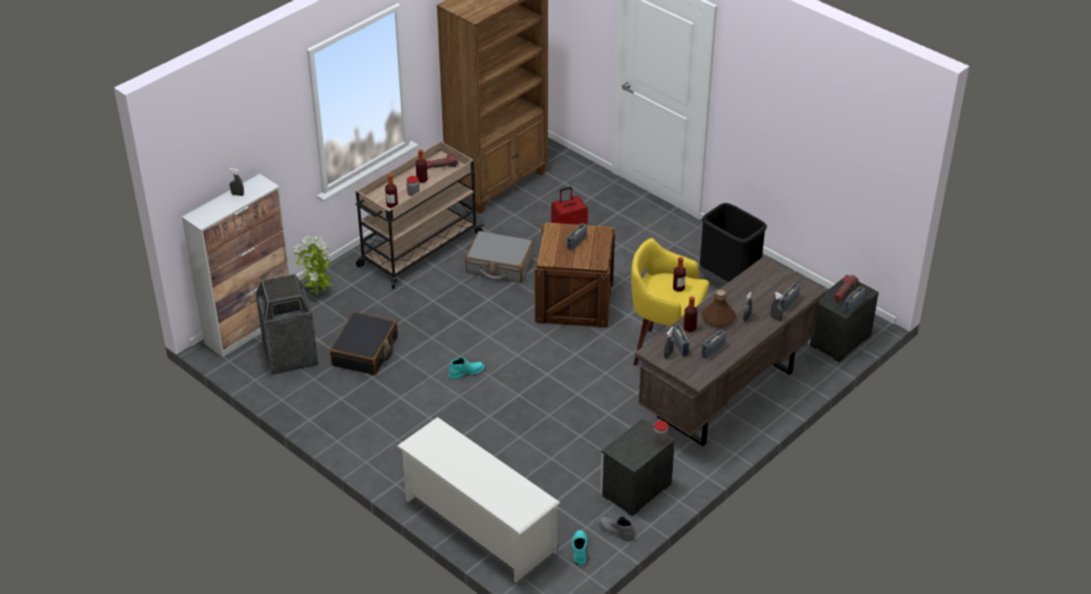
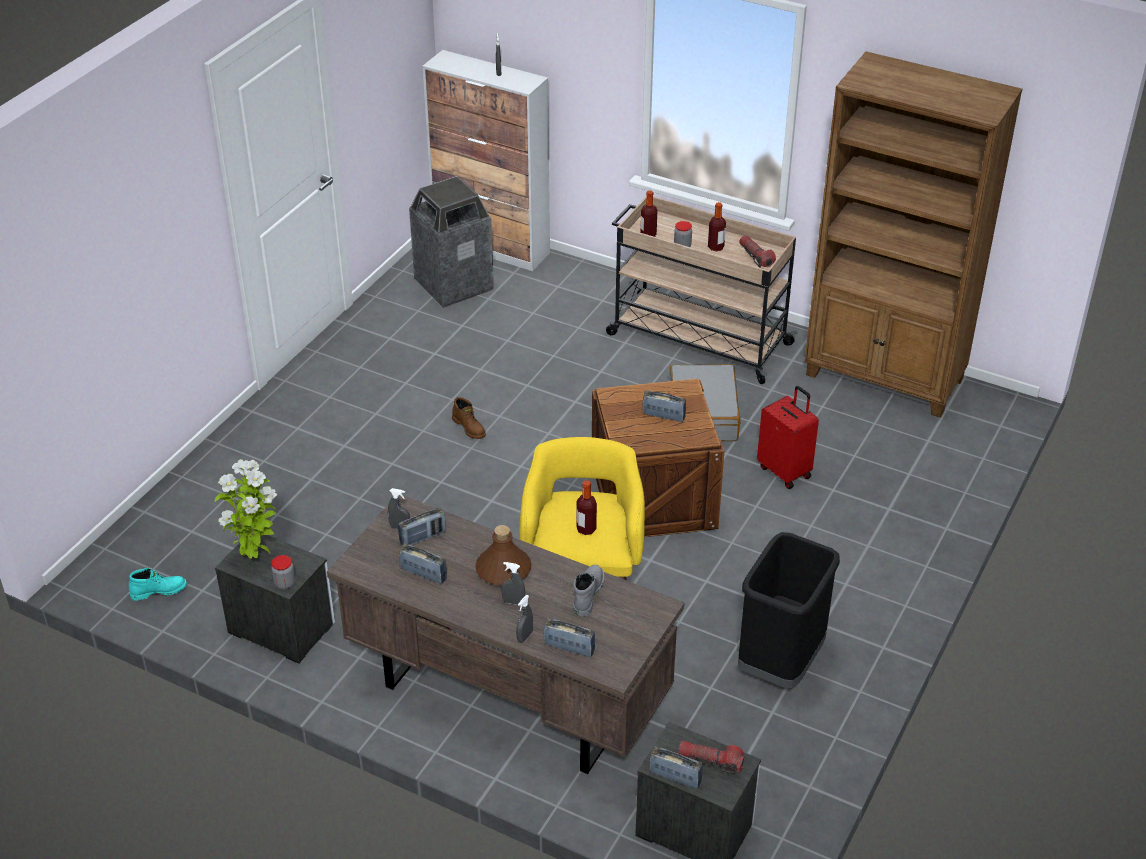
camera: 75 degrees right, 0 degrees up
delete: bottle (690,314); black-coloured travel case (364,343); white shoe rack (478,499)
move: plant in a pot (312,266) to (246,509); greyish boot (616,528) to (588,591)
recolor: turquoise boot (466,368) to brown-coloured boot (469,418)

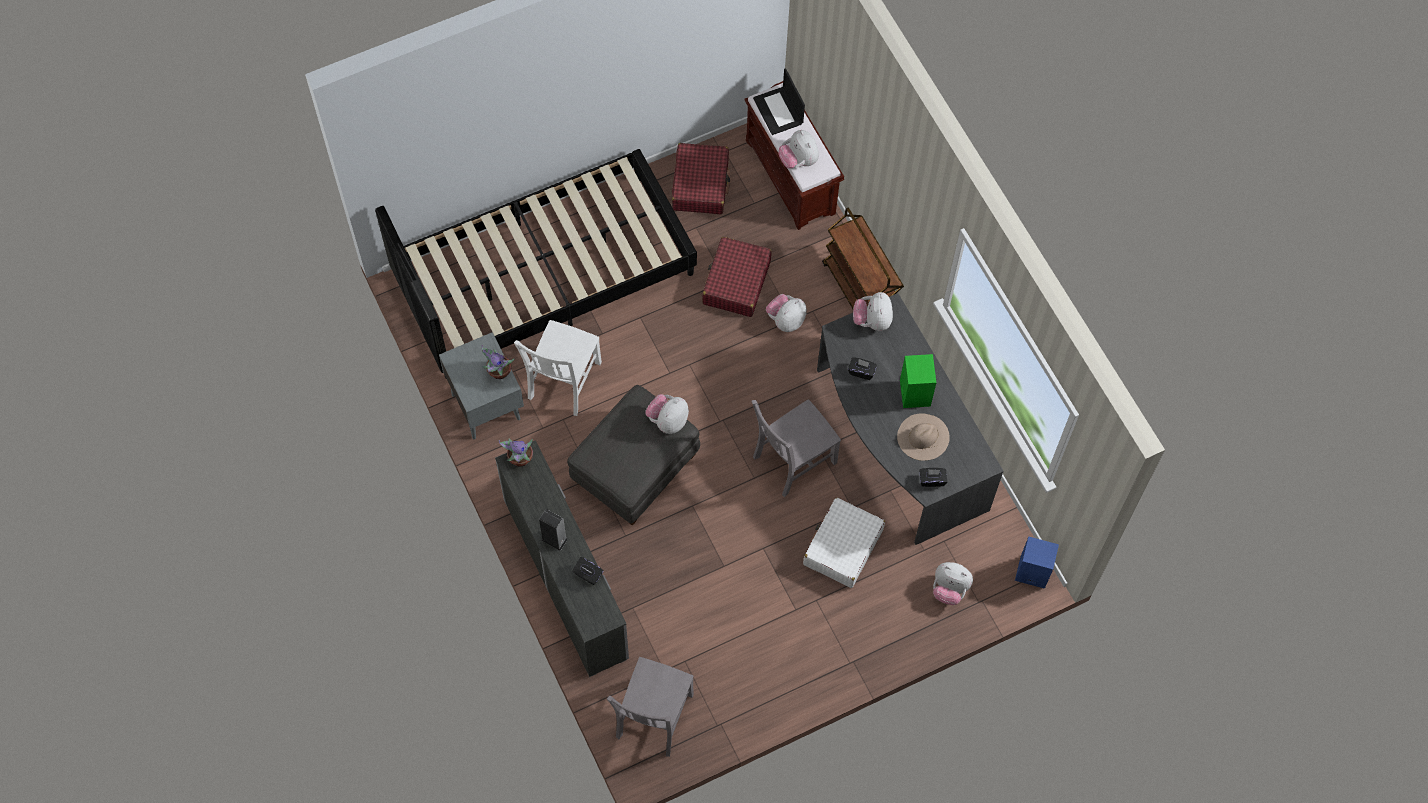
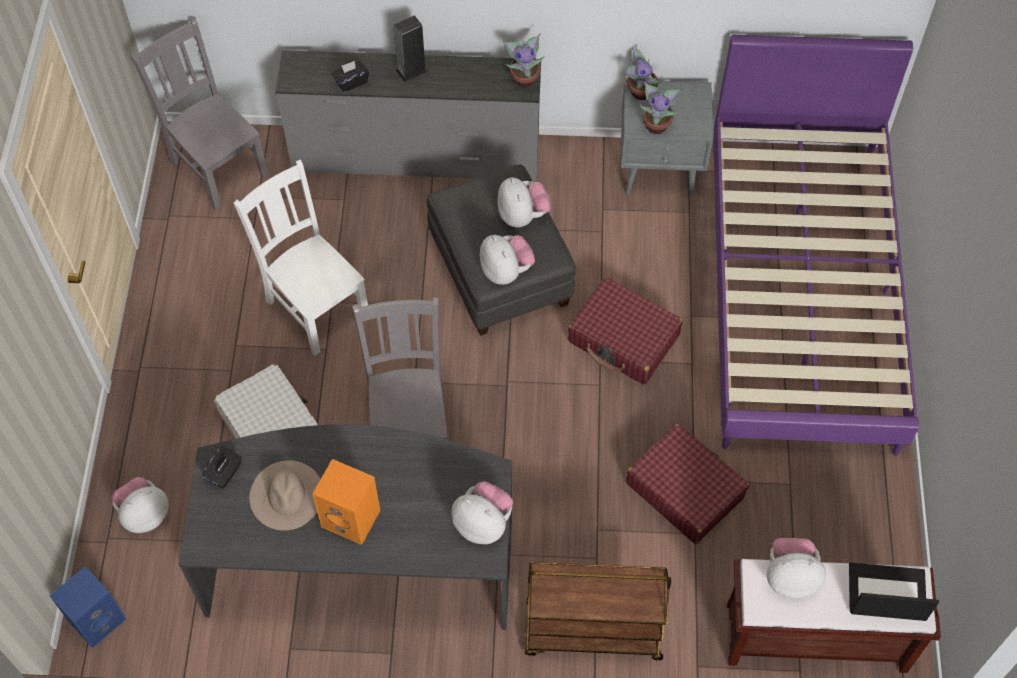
camera: 120 degrees right, 5 degrees down
delete: black-coloured box of tissues (862,368)
insert: plant in a pot (643,72)
move: red travel case (701,178) to (625,331); soft toy (786,313) to (524,202); white chair (558,368) to (301,258)
recolor: black-coloured bed (536,263) to purple-coloured bed (816,245); green speaker (918,381) to orangey speaker (346,502)

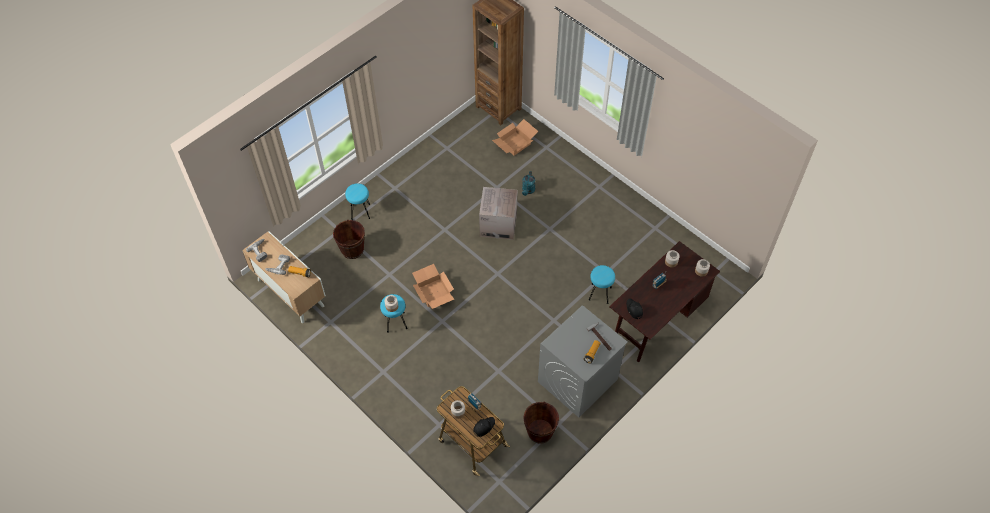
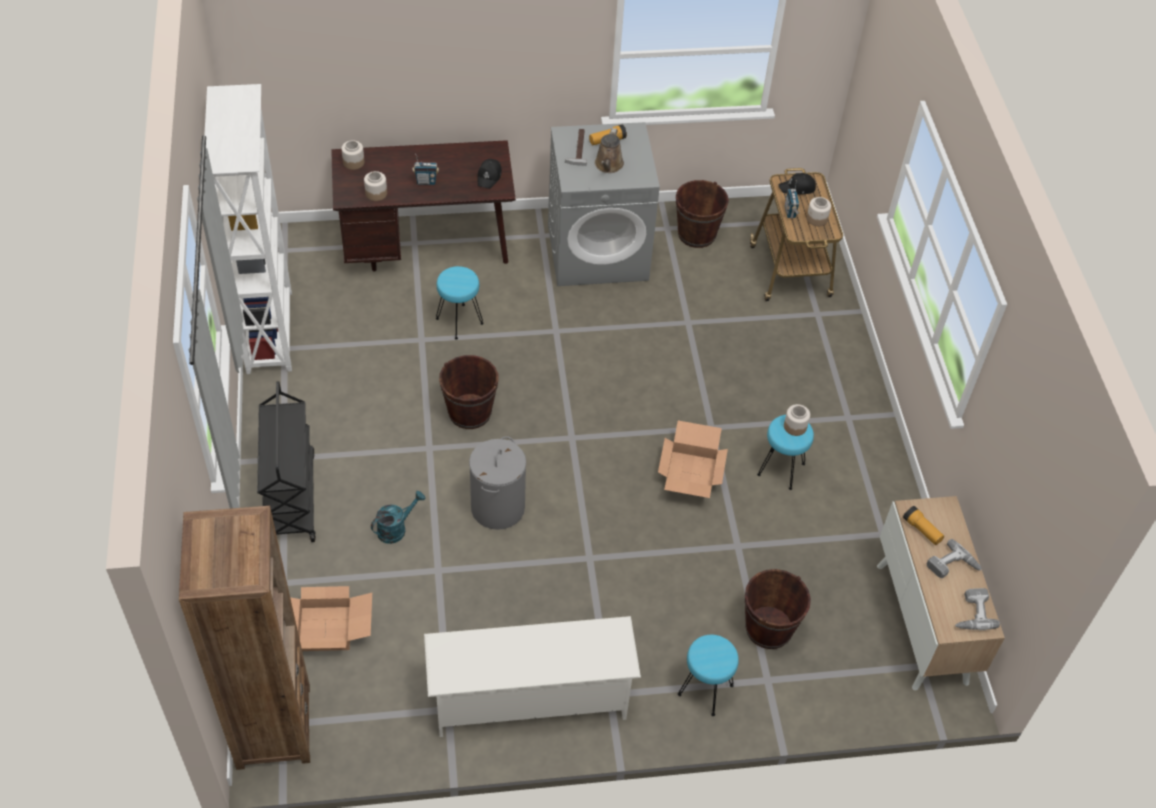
camera: 145 degrees left, 5 degrees down
insert: white bookcase (248,229); brown-coloured watering can (609,150); brown-coloured water bucket (468,392); black-coloured wheeled cart (286,461); white shoe rack (532,676)
replace: packing box (498,213) to greyish washing basket (497,483)

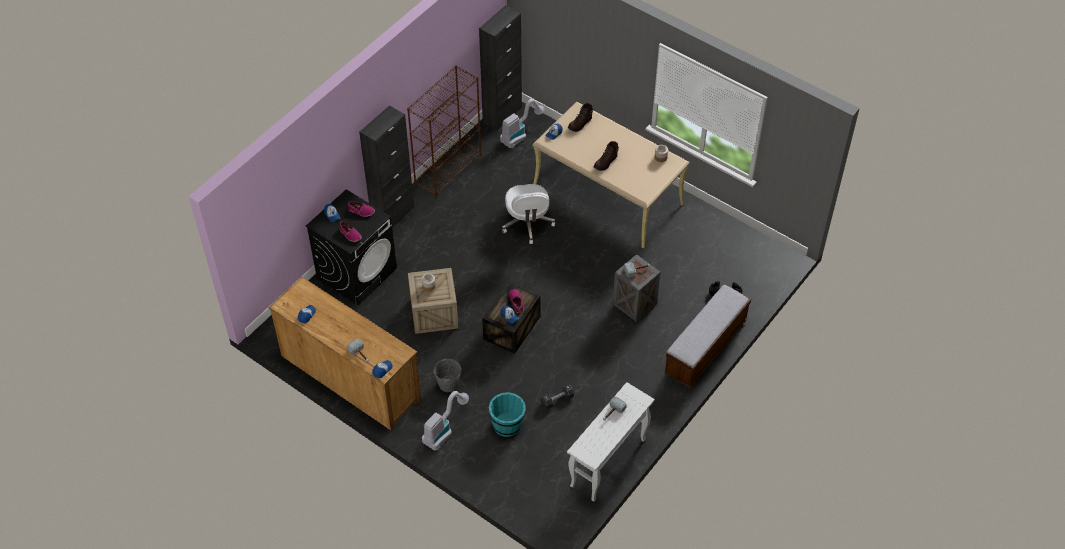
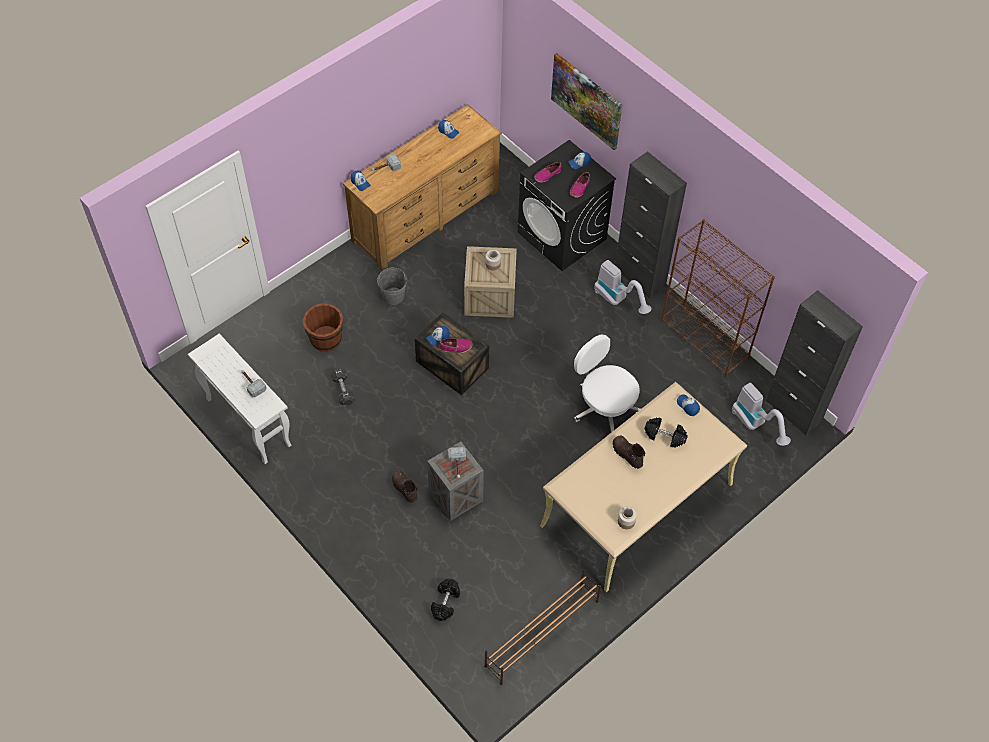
camera: 100 degrees right, 5 degrees up
delete: indoor bench (707,336)
insert: picture (586,101); black-coloured hand weight (666,433); brown-coloured shoe rack (542,627)
move: brown-coloured boot (581,117) to (405,486); vacuum cleaner (445,420) to (623,287)
recolor: turquoise water bucket (507,414) to brown-coloured water bucket (323,327)
rotate: white office chair (528,214) = (607,383) 45 degrees clockwise

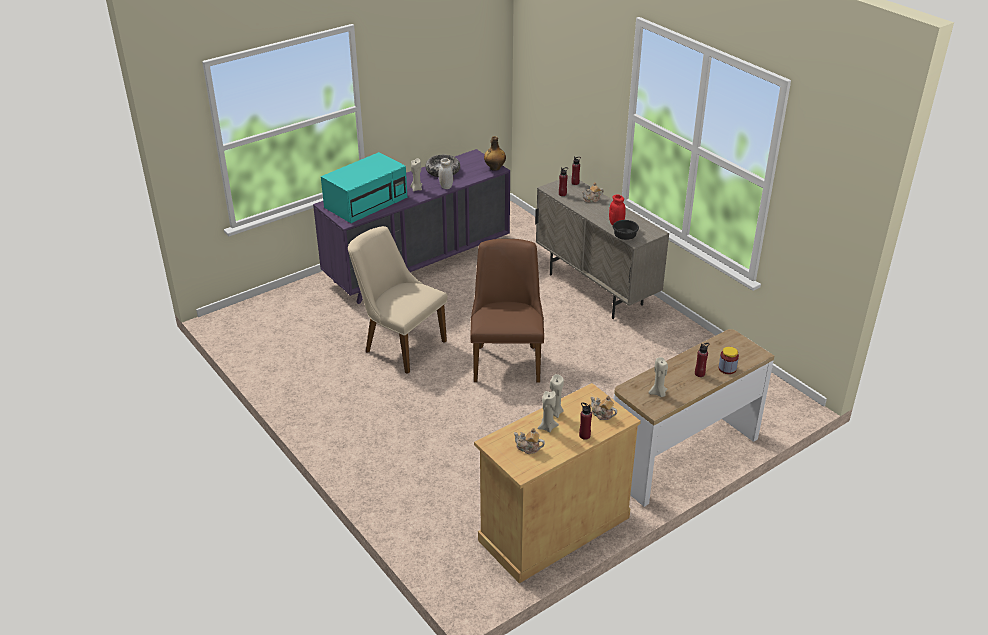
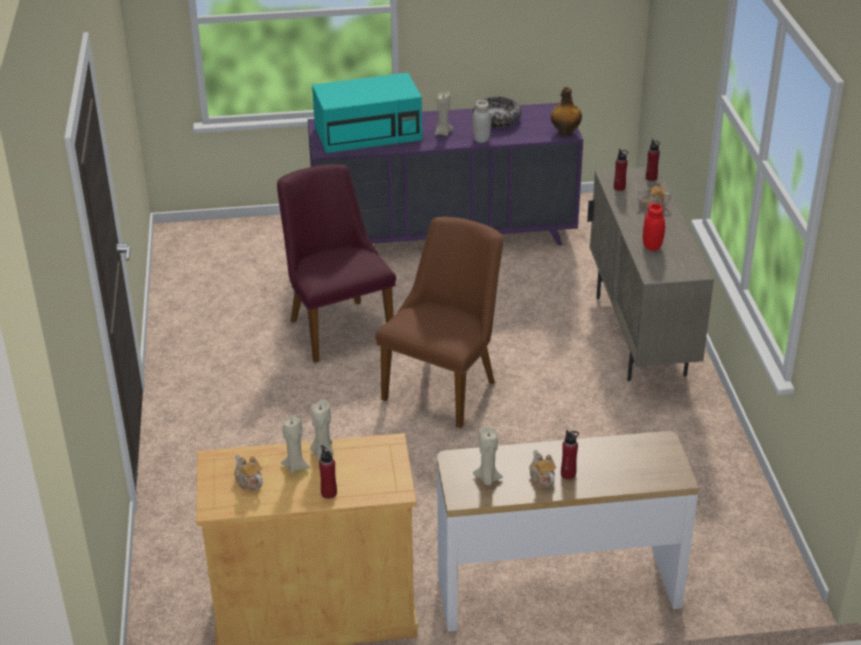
camera: 30 degrees right, 0 degrees up
delete: black-coloured deep dish (626,230); preserve jar (729,360)
move: tea pot (604,407) to (542,468)
recolor: beige chair (398,300) to purple-coloured chair (336,263)

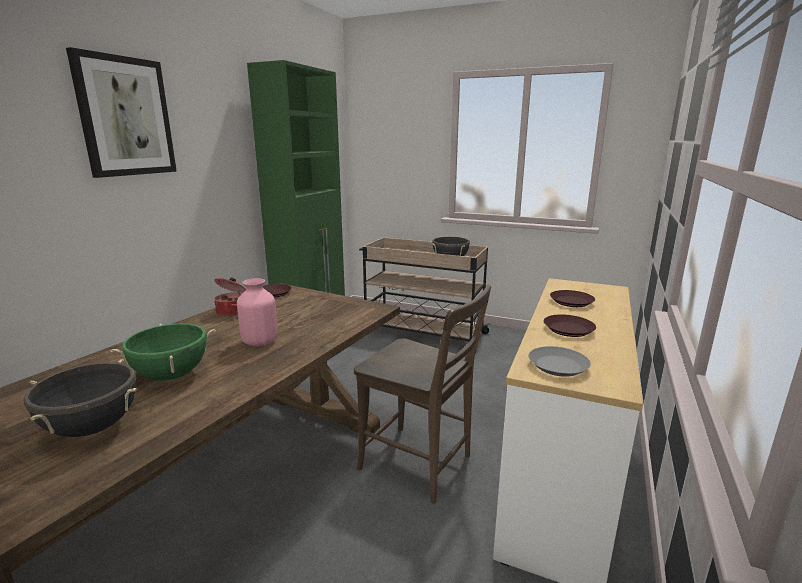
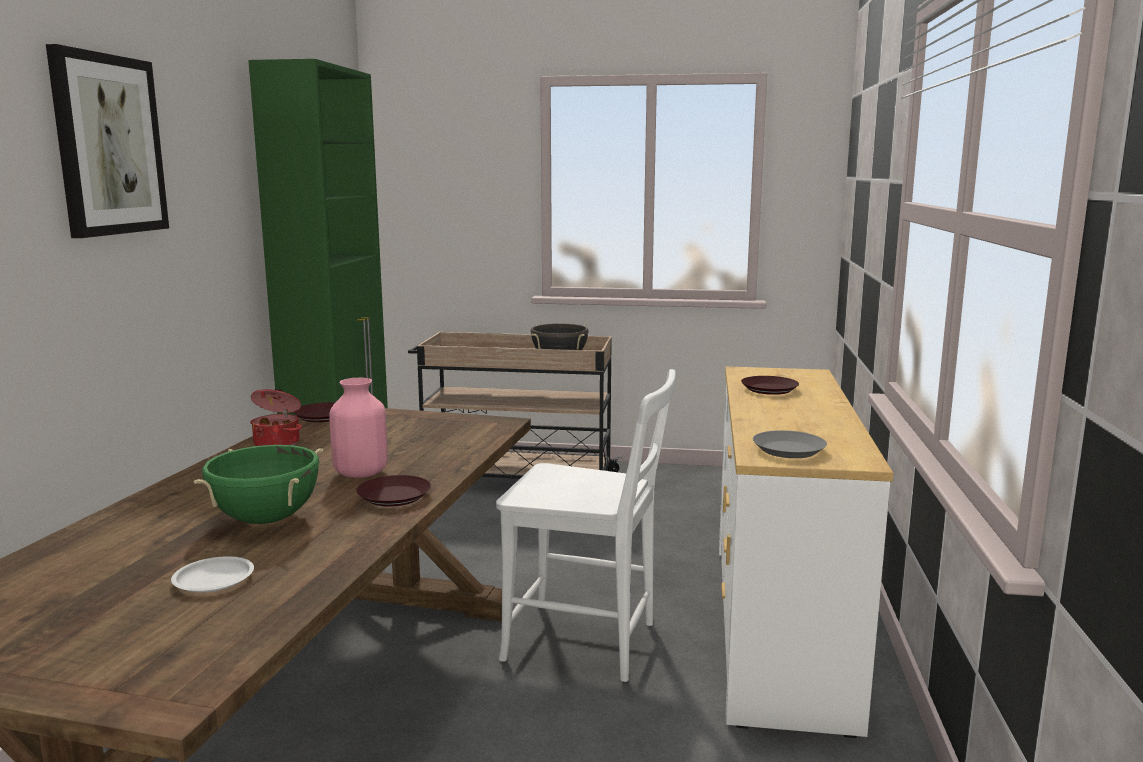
camera: 15 degrees left, 5 degrees down
move: brown-coloured plate (570,325) to (393,491)
replace: black-coloured cooking pot (80,398) to white plate (212,574)
recolor: brown-coloured chair (422,394) to white chair (586,525)

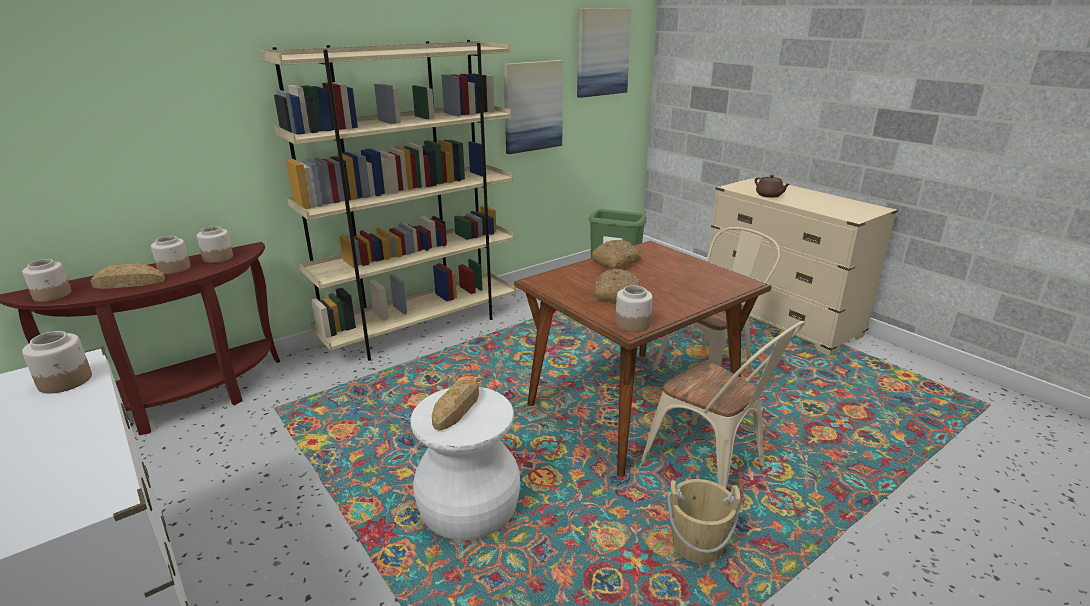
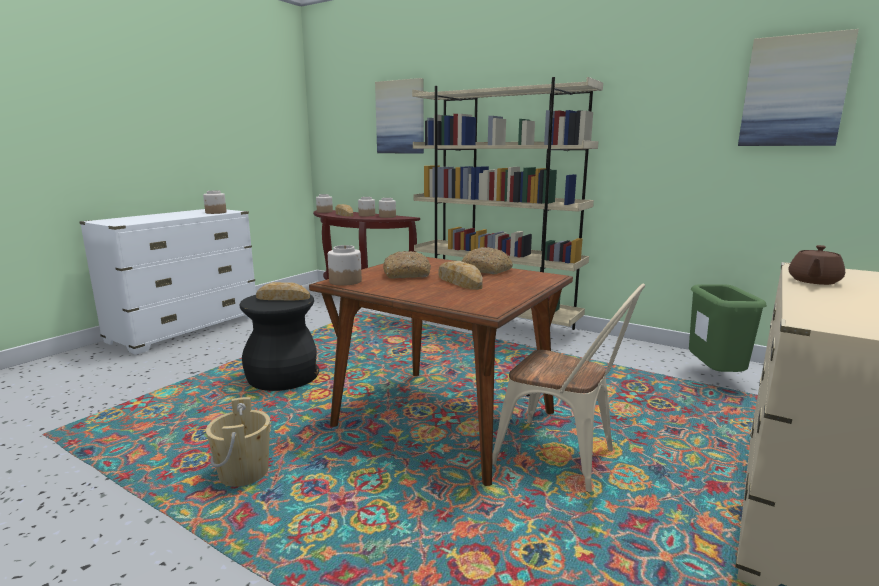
camera: 70 degrees right, 10 degrees down
delete: beige chair (723,404)
insert: bakery bread (461,275)
move: picture (533,107) to (399,116)
recolor: white stool seat (465,463) to black-coloured stool seat (279,343)

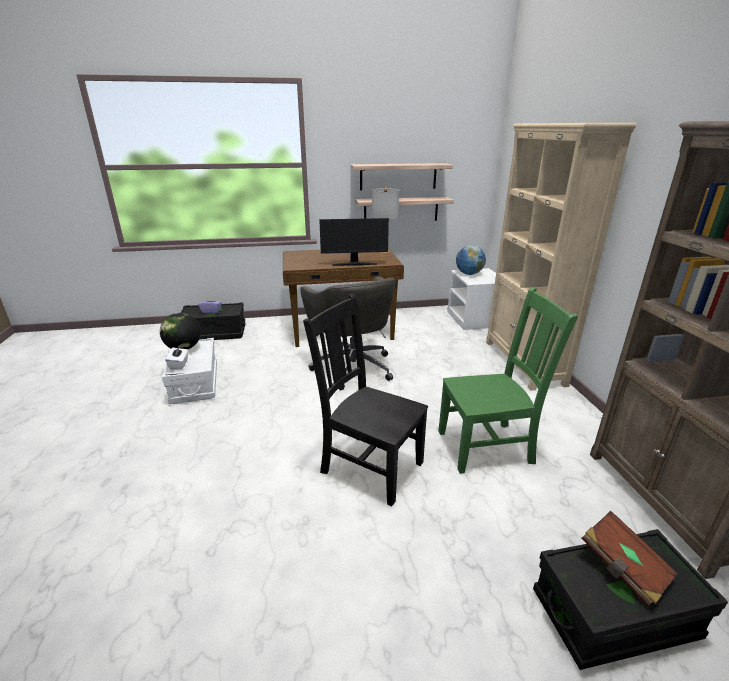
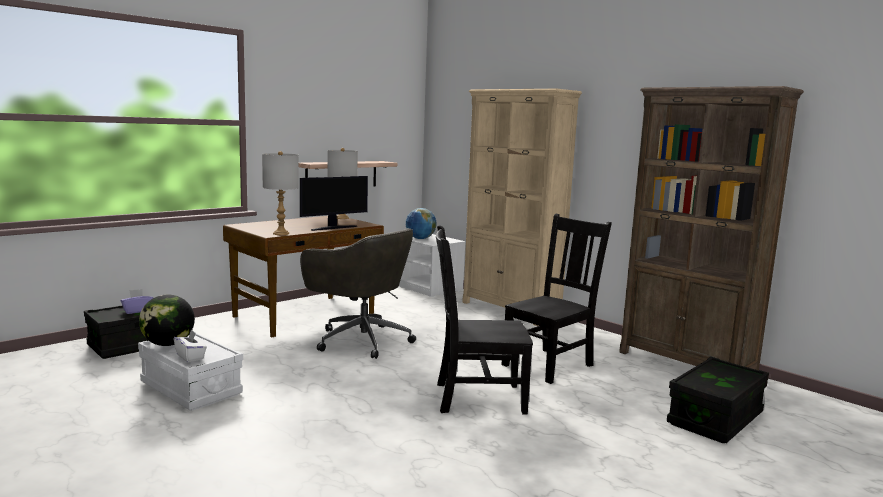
camera: 35 degrees left, 15 degrees down
delete: shelf (402,176); brown-coloured bound book (629,559)
insert: greyish table lamp (280,193)
recolor: green chair (508,380) to black-coloured chair (556,299)

